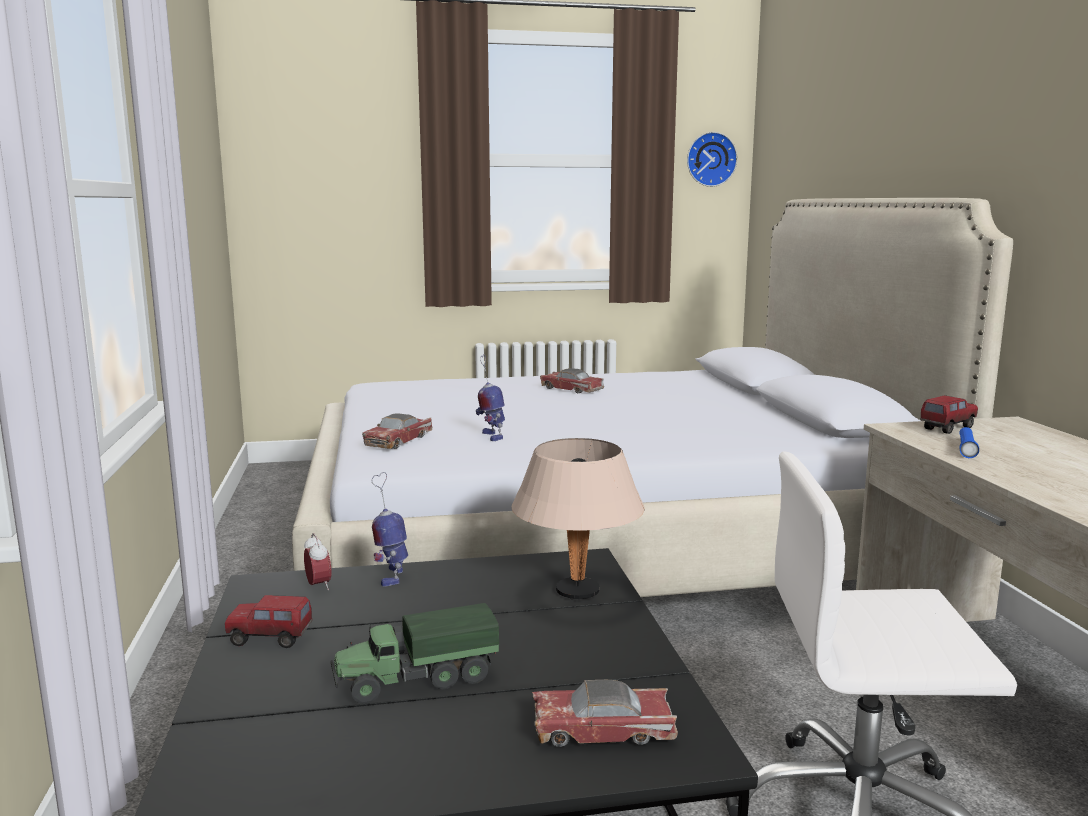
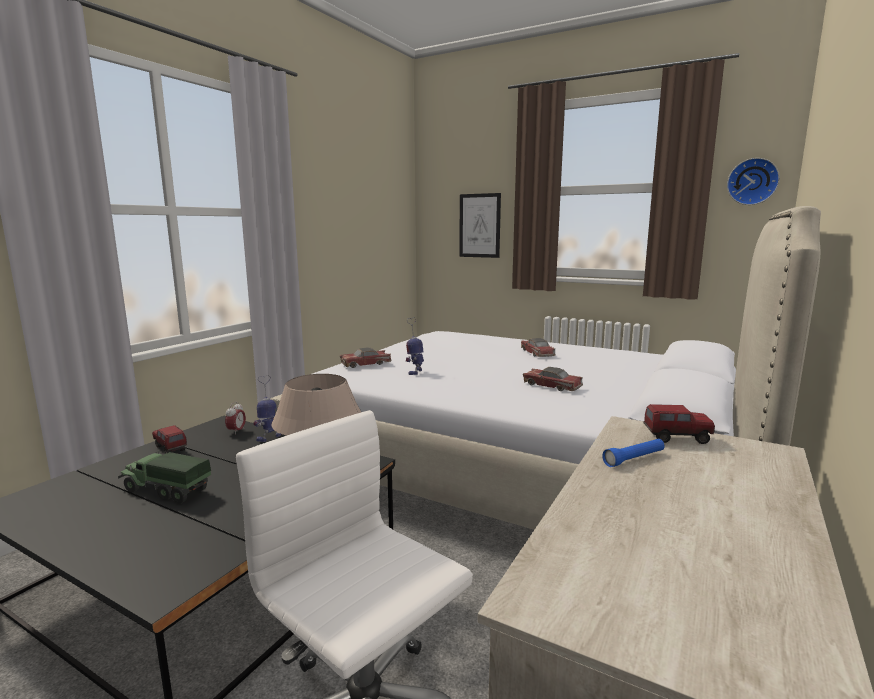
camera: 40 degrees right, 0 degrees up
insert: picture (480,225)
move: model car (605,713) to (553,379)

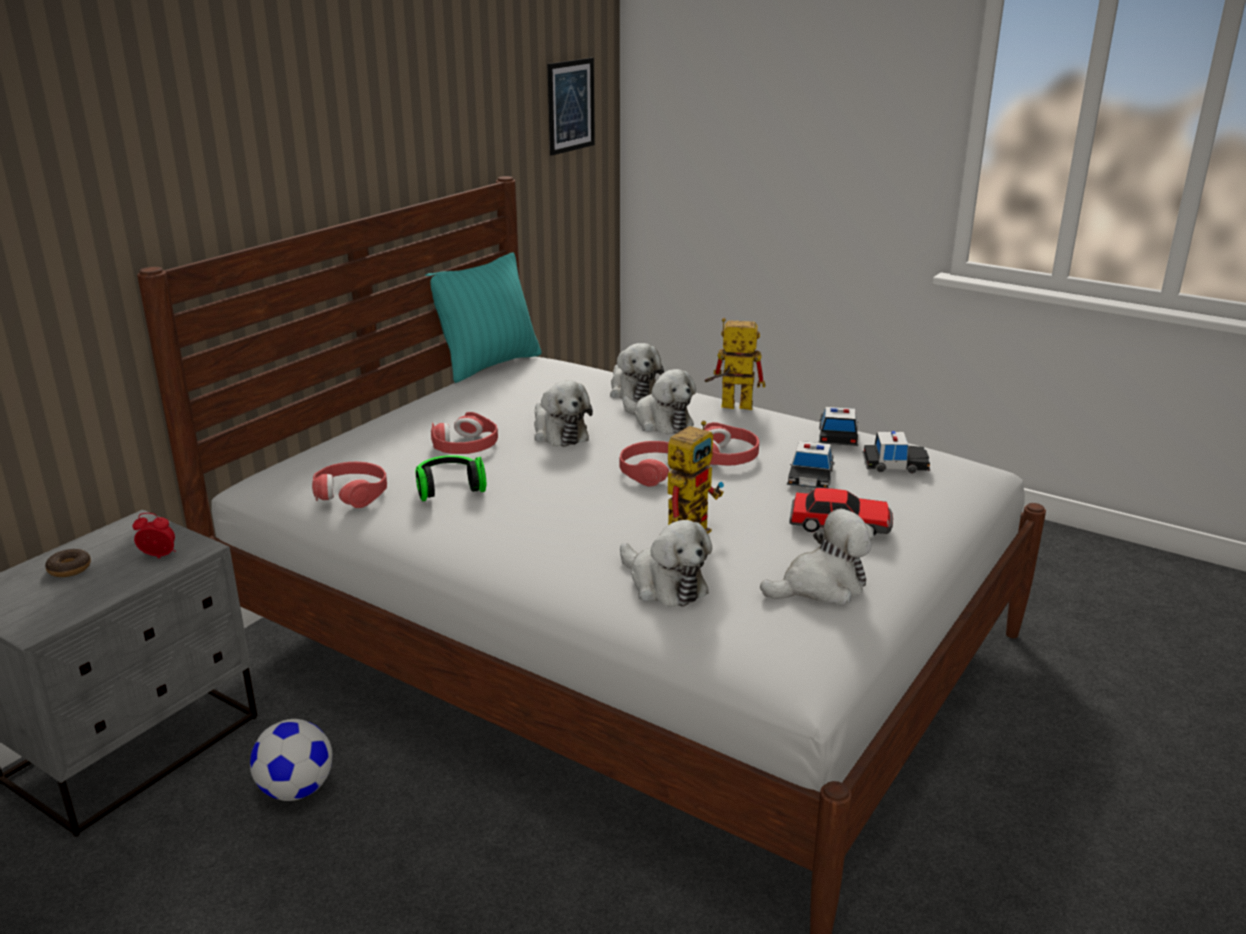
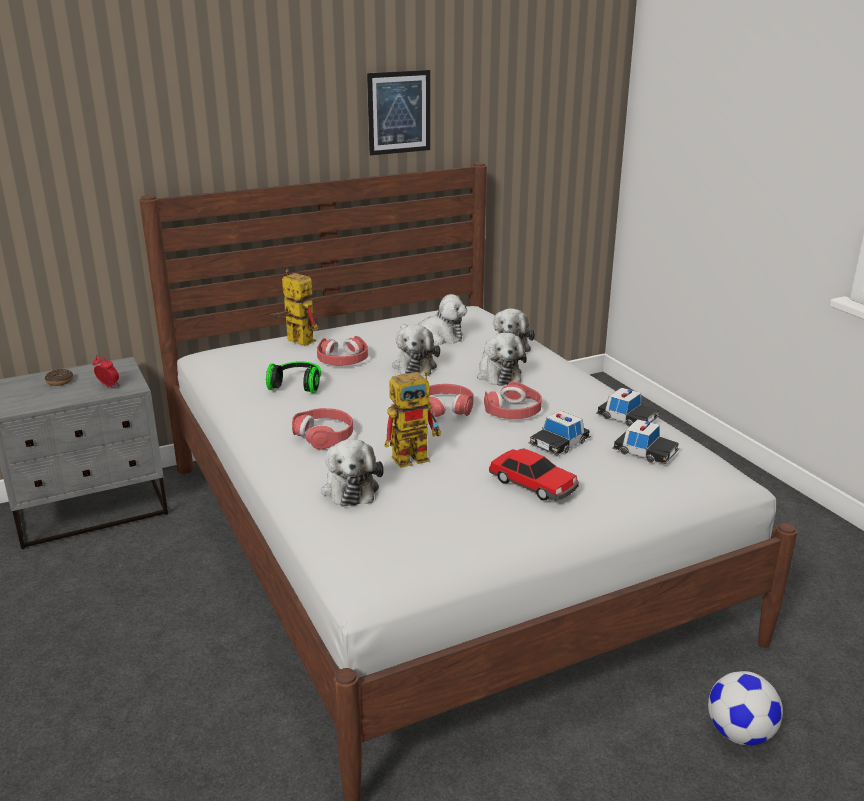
camera: 30 degrees right, 0 degrees up
delete: turquoise pillow (483,317)
move: picture (571,107) to (398,112); model robot (734,364) to (294,308); red headset (349,485) to (322,429); soft toy (817,557) to (433,319); ball for football (291,760) to (745,708)
rotate: model car (838,426) = (627,407) 90 degrees clockwise

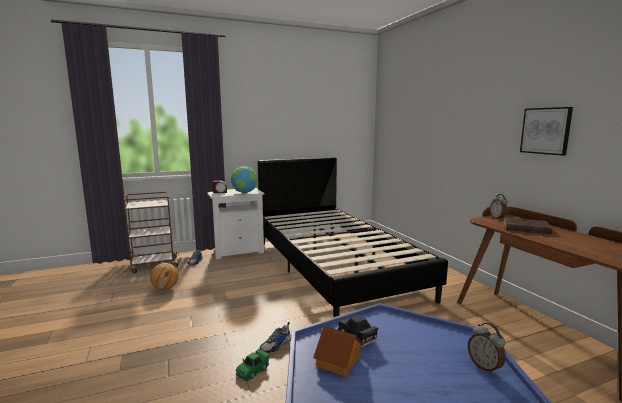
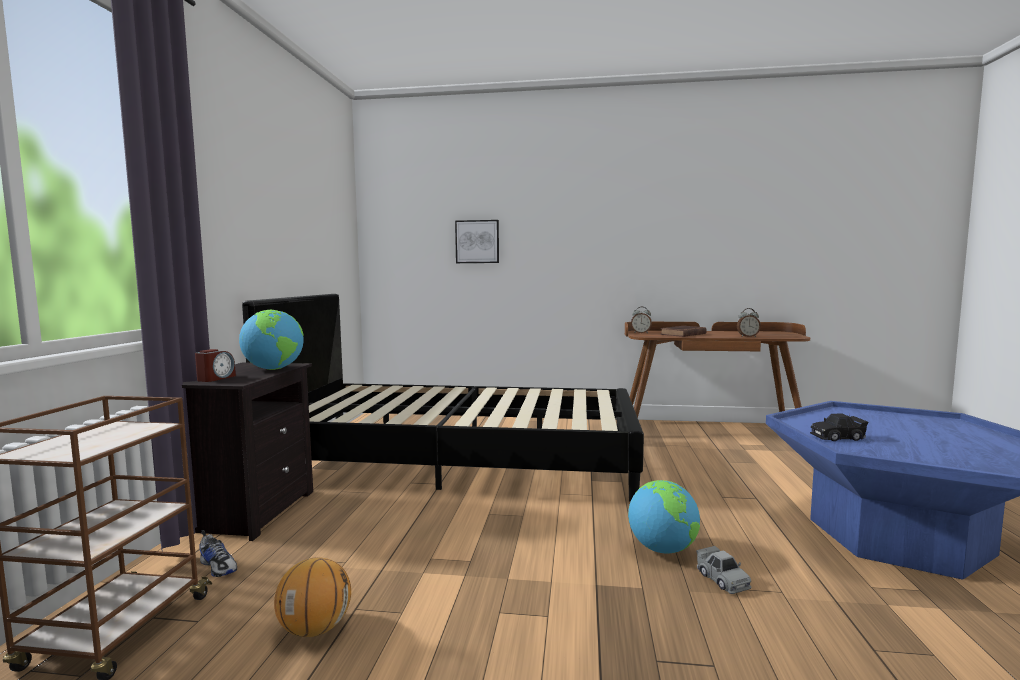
camera: 60 degrees left, 5 degrees down
delete: miniature house (338,351)
move: picture (546,131) to (477,241); alarm clock (487,348) to (749,322)
replace: shoe (275,337) to world globe (664,517)
recolor: white nightstand (236,223) to black-coloured nightstand (247,451); green model car (253,365) to greyish model car (724,570)

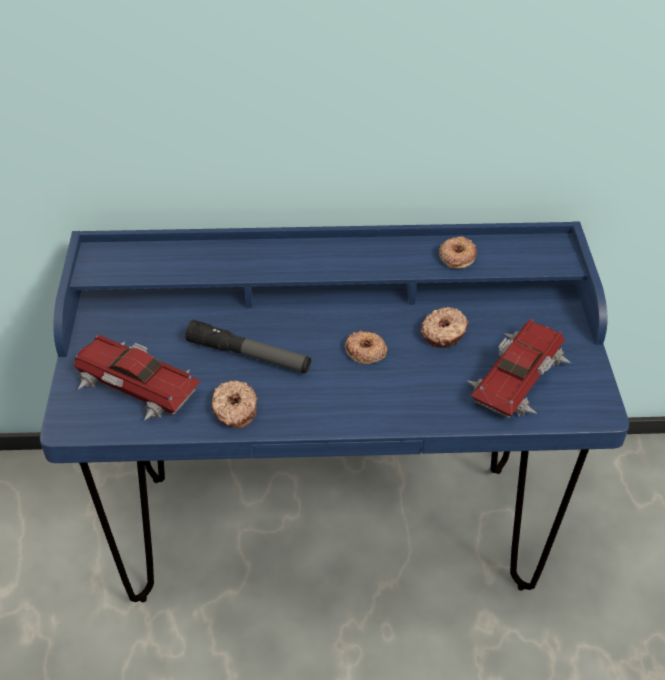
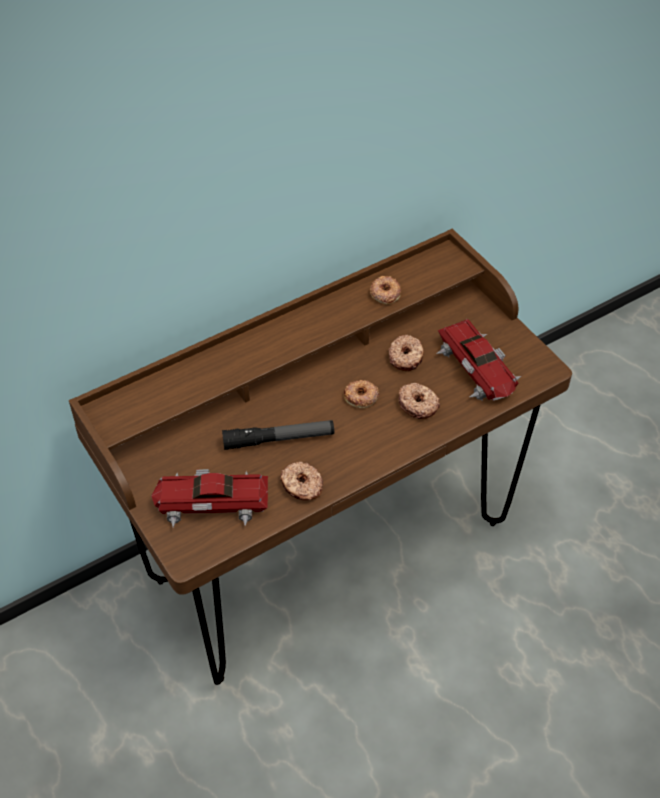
camera: 30 degrees left, 5 degrees up
insert: doughnut (419,401)
recolor: blue desk table (334,412) to brown-coloured desk table (320,457)
rotate: model car (519,368) = (478,360) 150 degrees clockwise

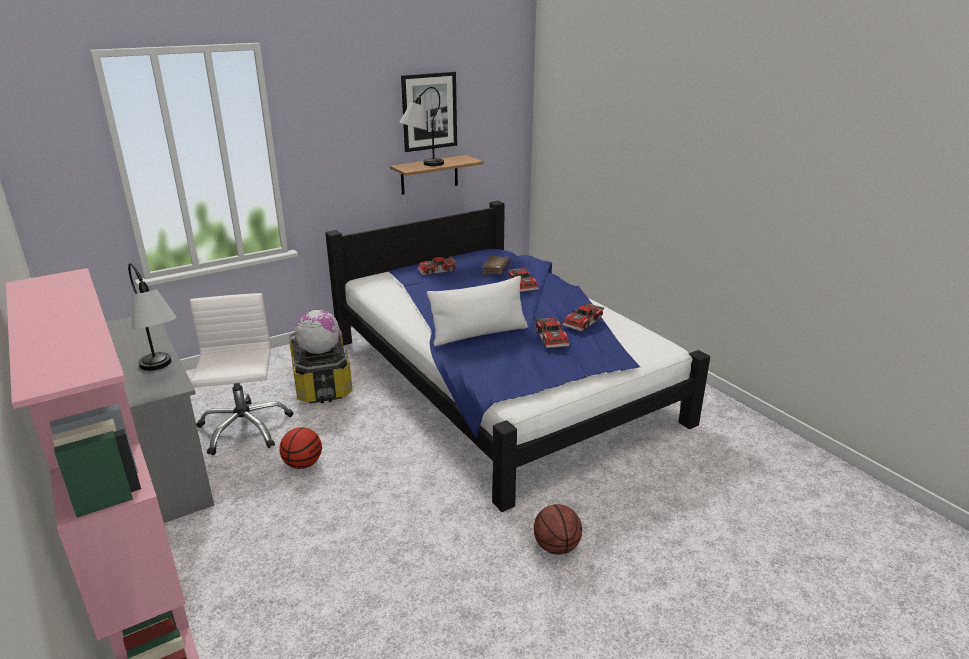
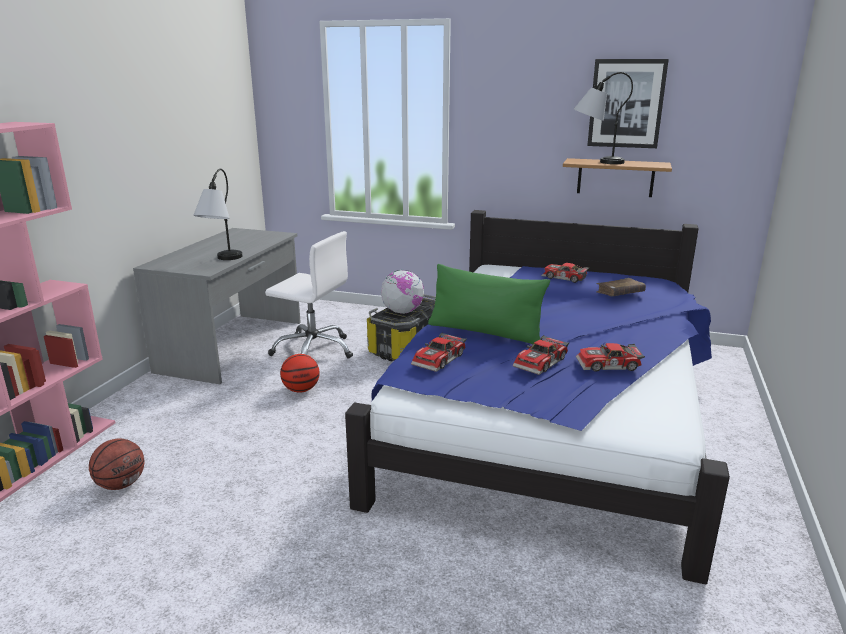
camera: 50 degrees right, 5 degrees down
move: model car (523,280) to (439,352); basketball ball (558,529) to (116,464)
recolor: white pillow (477,311) to green pillow (489,304)
rotate: white office chair (241,374) = (309,295) 75 degrees clockwise

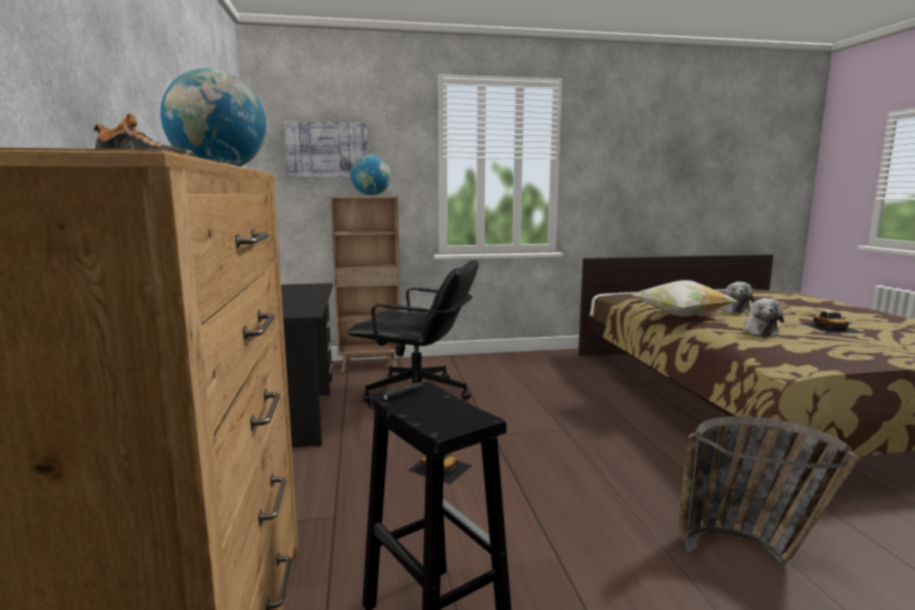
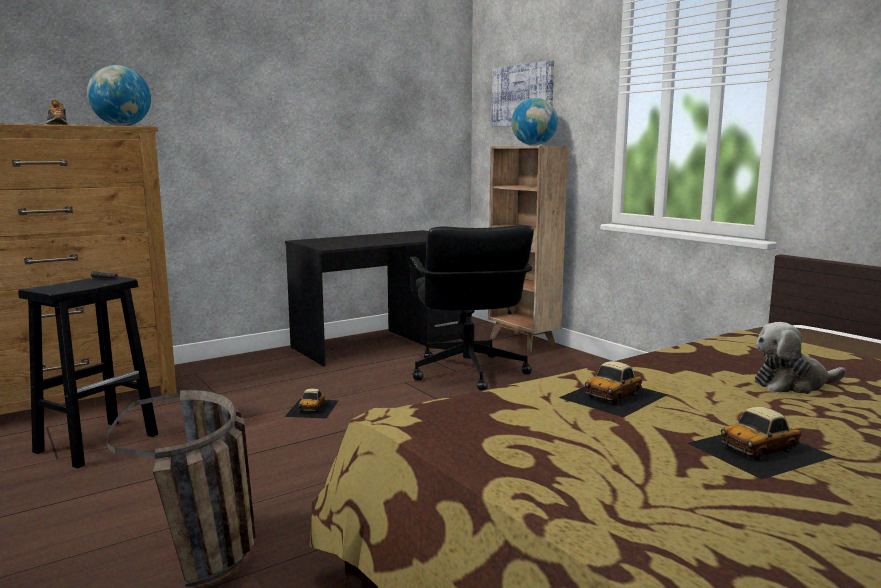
camera: 65 degrees right, 0 degrees up
delete: pillow (685,298)
replace: soft toy (763,317) to model car (614,389)

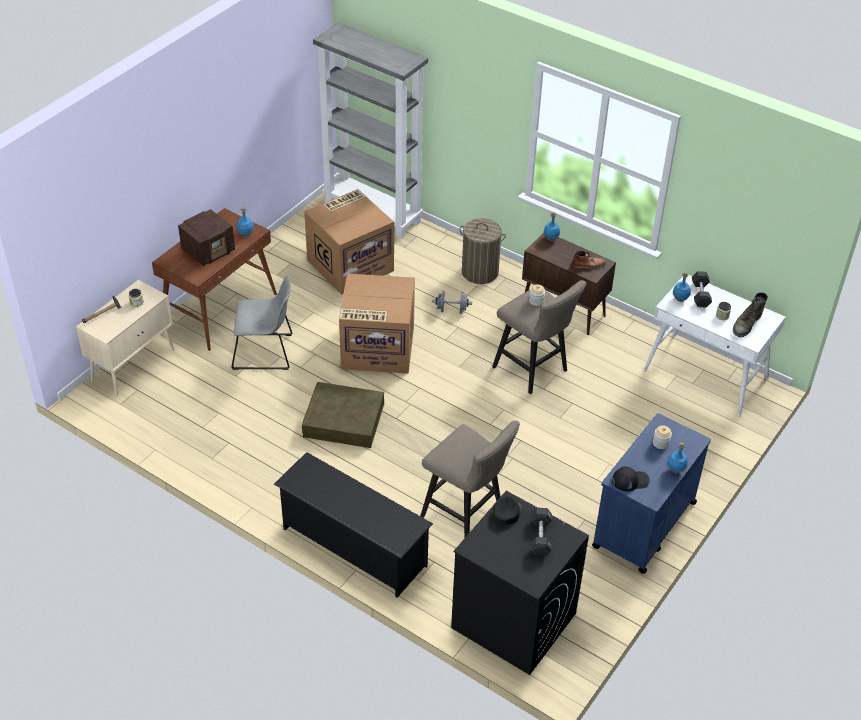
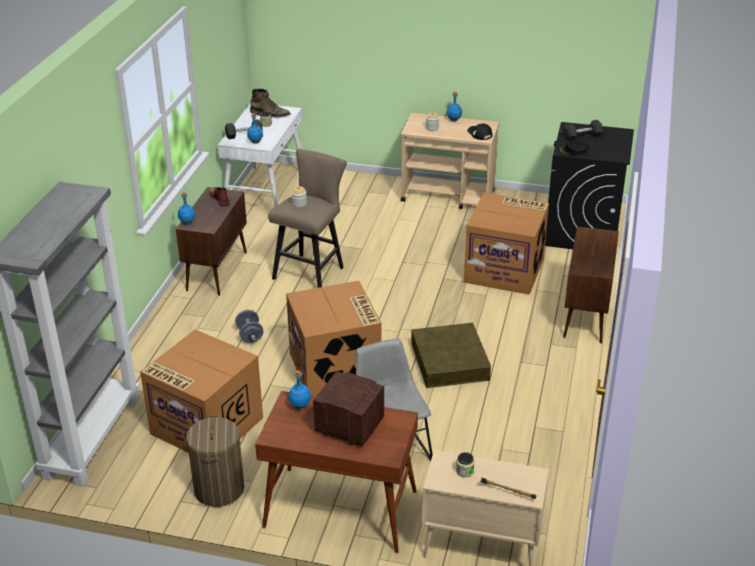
camera: 110 degrees left, 10 degrees down
move: washing basket (482,251) to (215,461)
replace: beige stool seat (470,479) to packing box (506,244); black-coloured shoe rack (353,525) to brown-coloured storage cabinet (591,284)
recolor: blue wheeled cart (651,493) to beige wheeled cart (450,161)

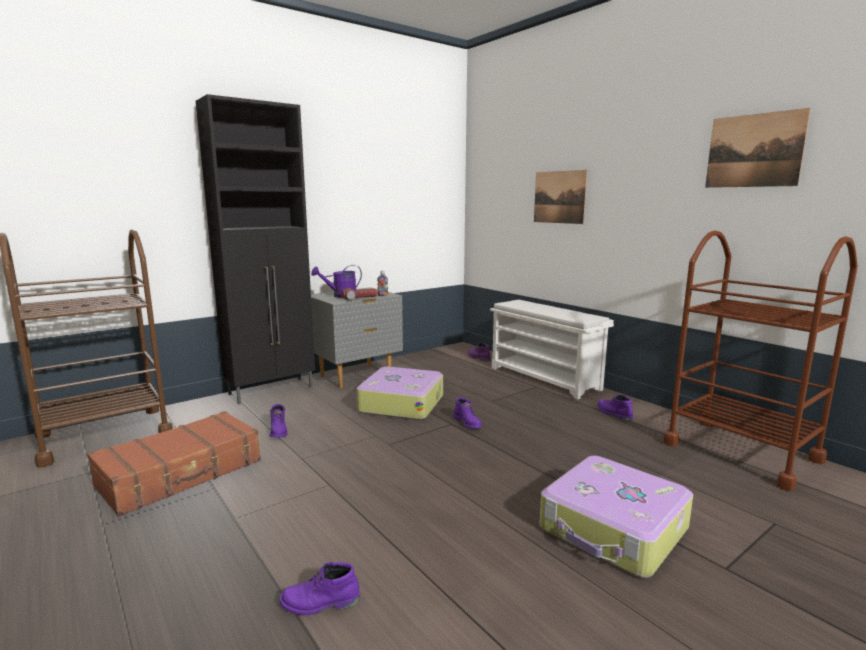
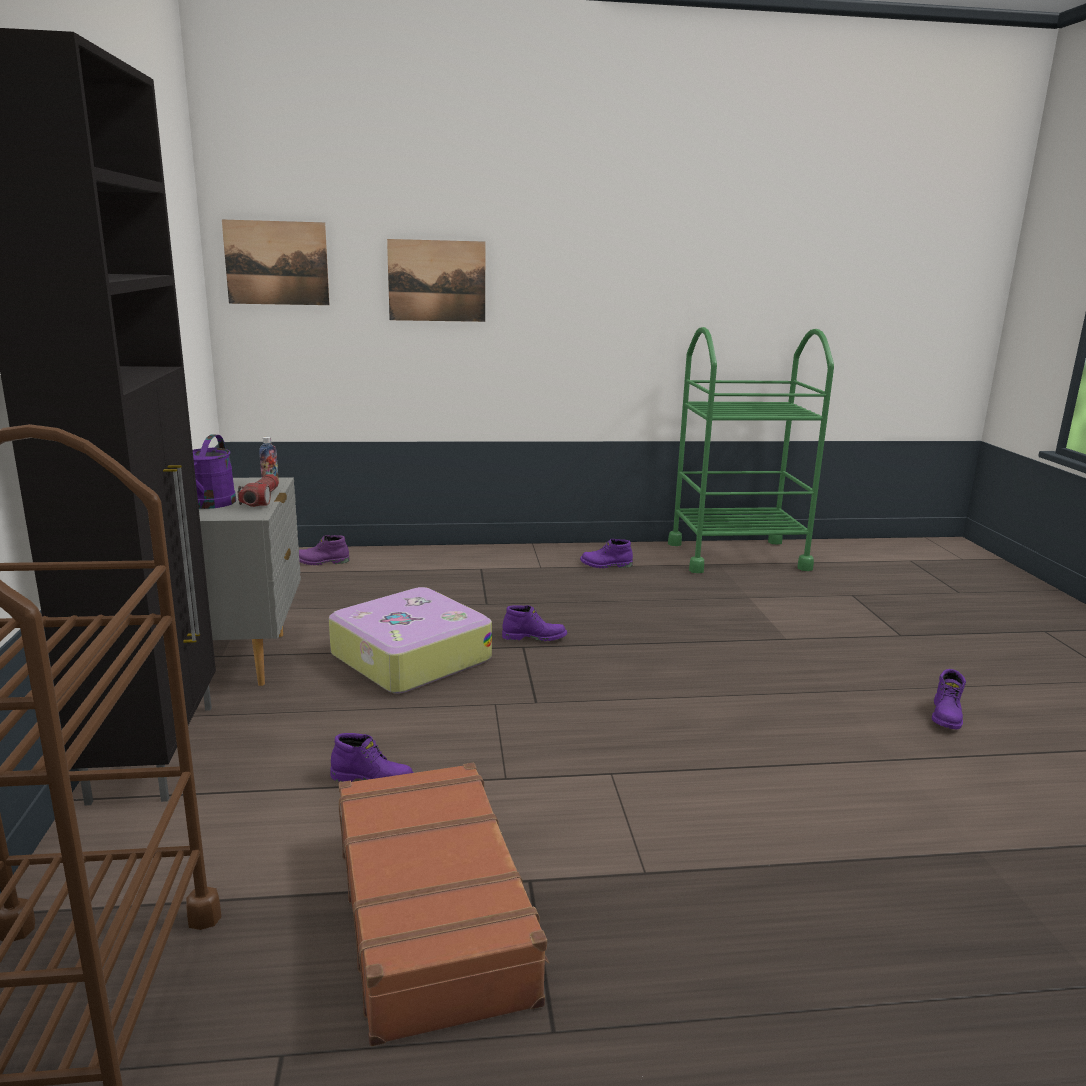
camera: 60 degrees left, 5 degrees up
delete: white shoe rack (552,349); travel case (616,517)
move: picture (758,148) to (275,262); purple-coloured boot (320,588) to (949,699)
recolor: brown-coloured wheeled cart (760,360) to green wheeled cart (751,450)

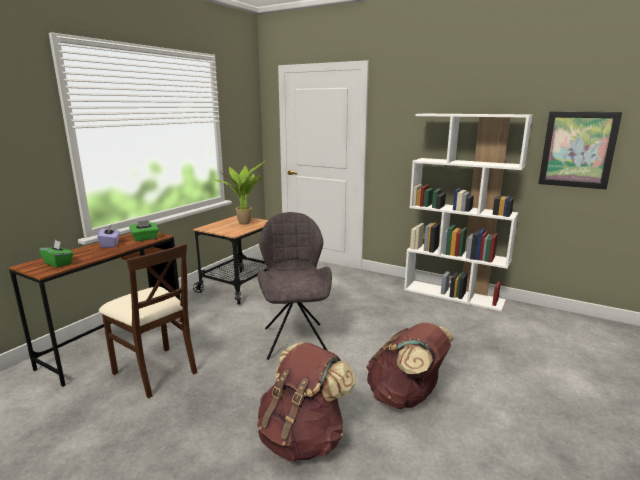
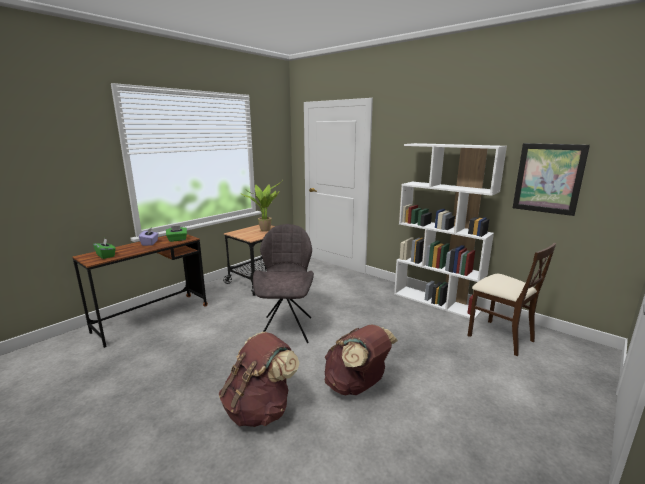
camera: 10 degrees right, 0 degrees up
move: beige chair (148,321) to (511,299)

